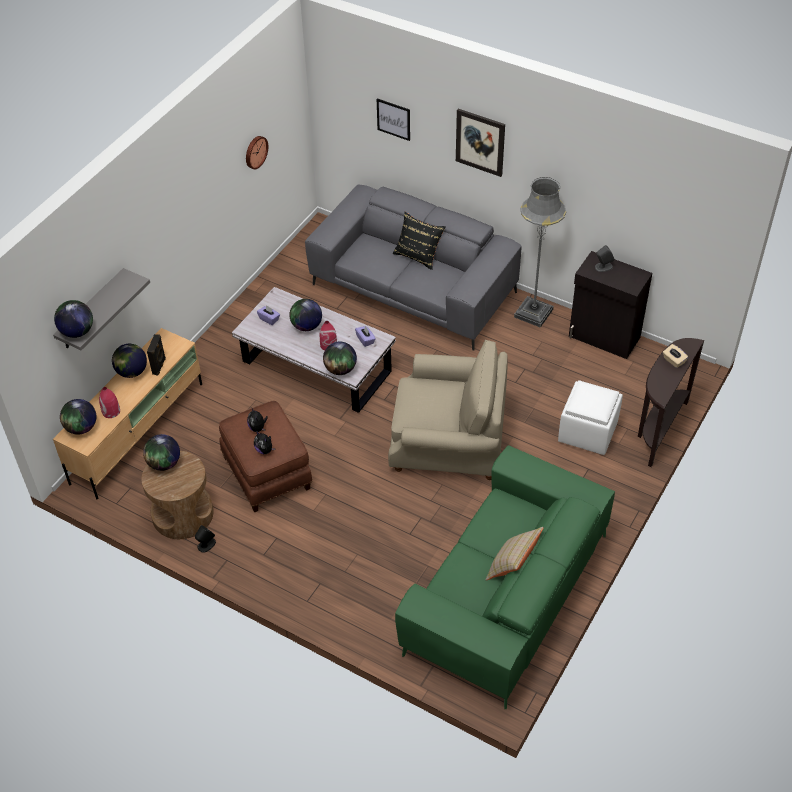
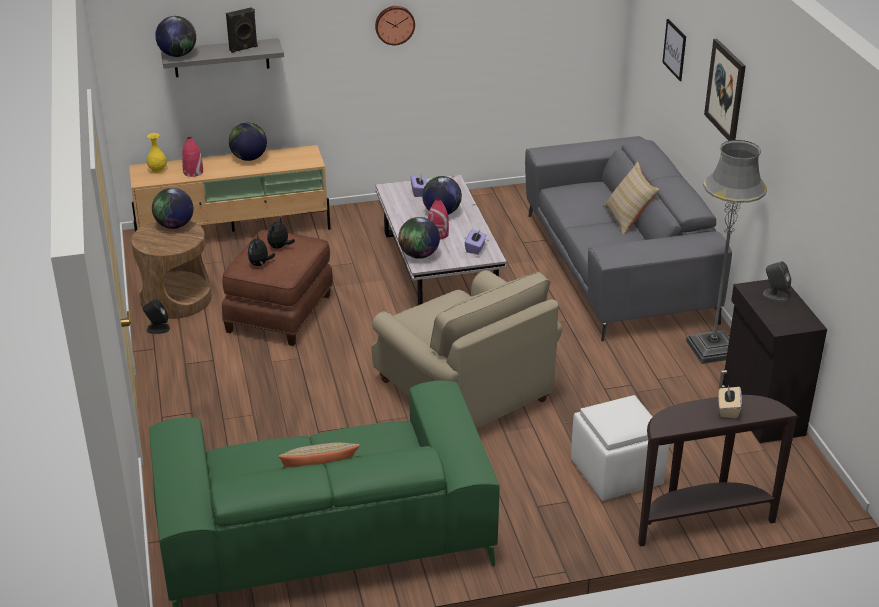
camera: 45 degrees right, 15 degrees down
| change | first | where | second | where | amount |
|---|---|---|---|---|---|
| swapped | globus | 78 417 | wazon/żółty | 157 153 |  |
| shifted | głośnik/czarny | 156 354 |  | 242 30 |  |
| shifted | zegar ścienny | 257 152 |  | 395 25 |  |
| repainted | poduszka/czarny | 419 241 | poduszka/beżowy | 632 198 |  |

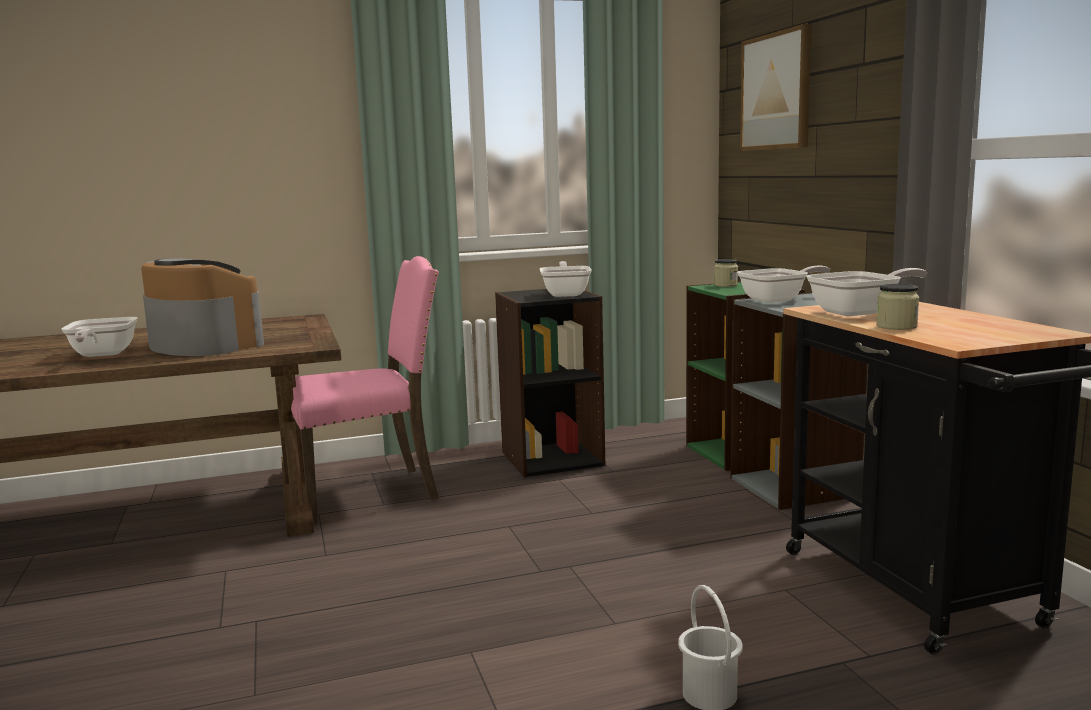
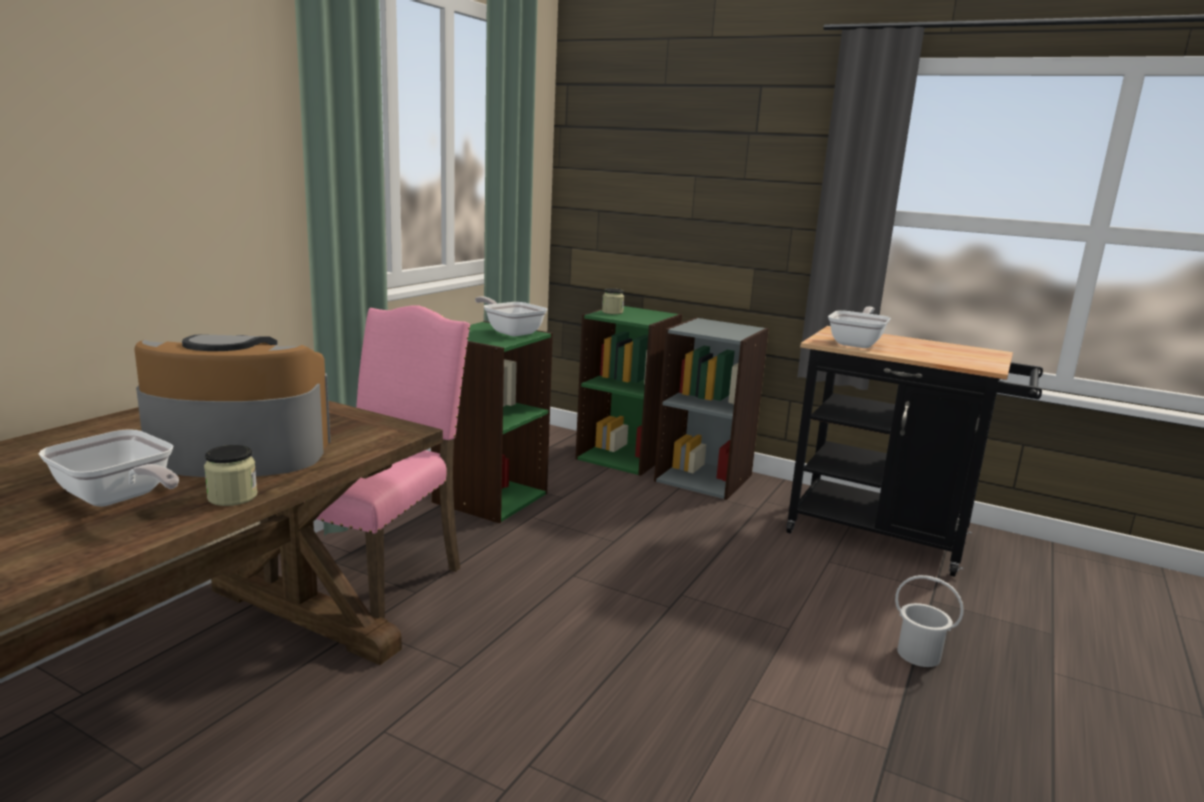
camera: 45 degrees left, 5 degrees up
| change | first | where | second | where | amount |
|---|---|---|---|---|---|
| shifted | słoik | 897 307 |  | 231 475 |  |
| repainted | regał/czarny | 550 383 | regał/zielony | 492 422 |  |
| gone | patelnia | 783 284 |  |  |  |
| gone | obraz | 775 87 |  |  |  |

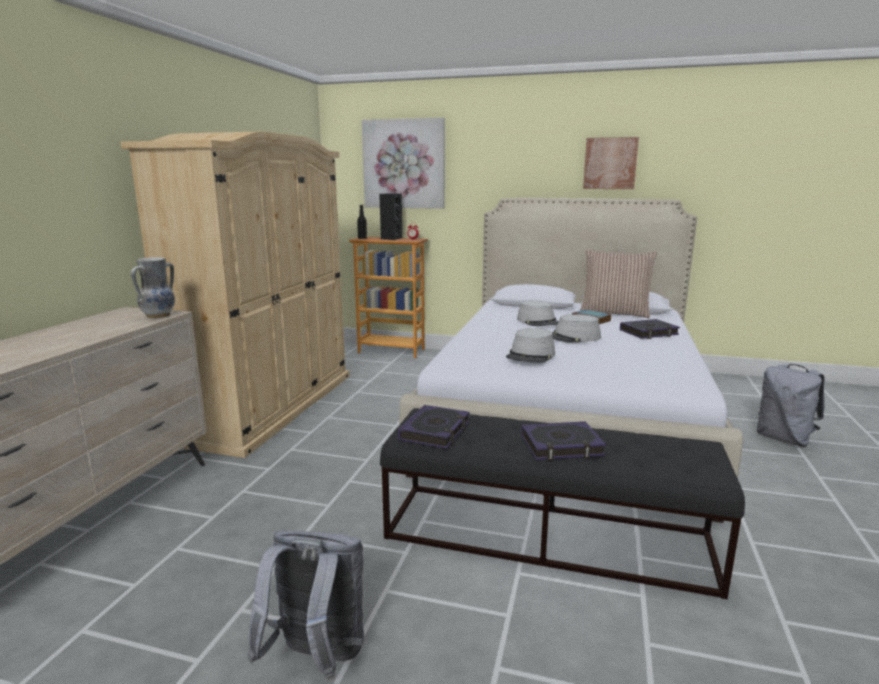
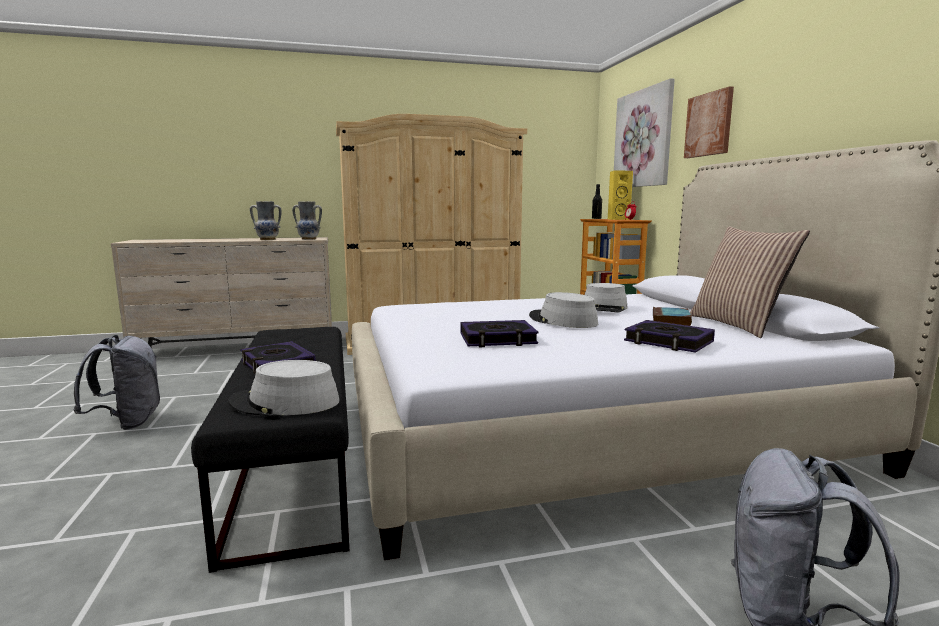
camera: 60 degrees right, 5 degrees down
| change | first | where | second | where | amount |
|---|---|---|---|---|---|
| shifted | kapelusz/szary | 530 345 |  | 284 387 |  |
| new |  |  | wazon | 266 220 |  |
| shifted | książka | 434 427 |  | 499 333 |  |
| repainted | głośnik/czarny | 390 217 | głośnik/żółty | 620 195 |  |
| shifted | obraz | 611 163 |  | 709 122 |  |

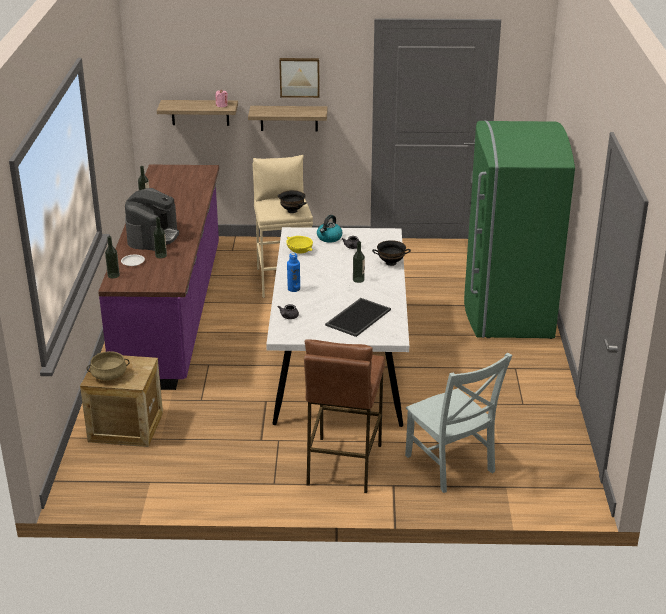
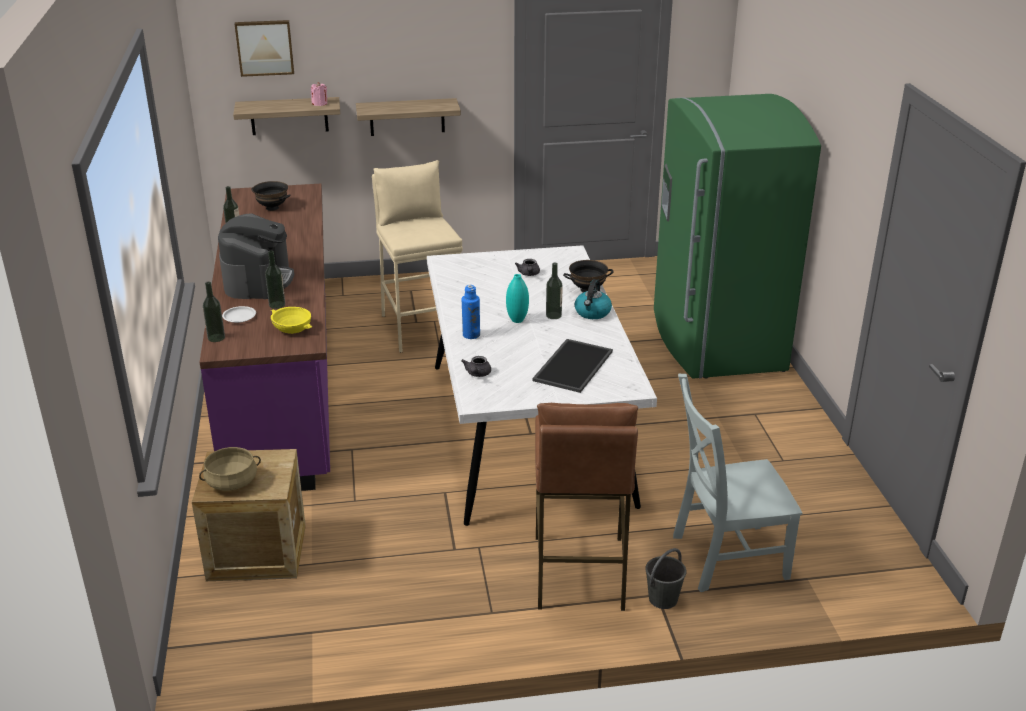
camera: 10 degrees left, 0 degrees up
| change | first | where | second | where | amount |
|---|---|---|---|---|---|
| shifted | obraz | 299 78 |  | 264 48 |  |
| shifted | miska/czarny | 292 201 |  | 271 196 |  |
| shifted | miska/żółty | 299 245 |  | 291 320 |  |
| new |  |  | wazon/turkusowy | 517 298 |  |
| shifted | czajnik | 330 229 |  | 593 299 |  |
| new |  |  | wiadro/szary | 665 578 |  |
| rotated | krzesło/szary | 458 423 |  | 737 483 | 120 degrees clockwise |

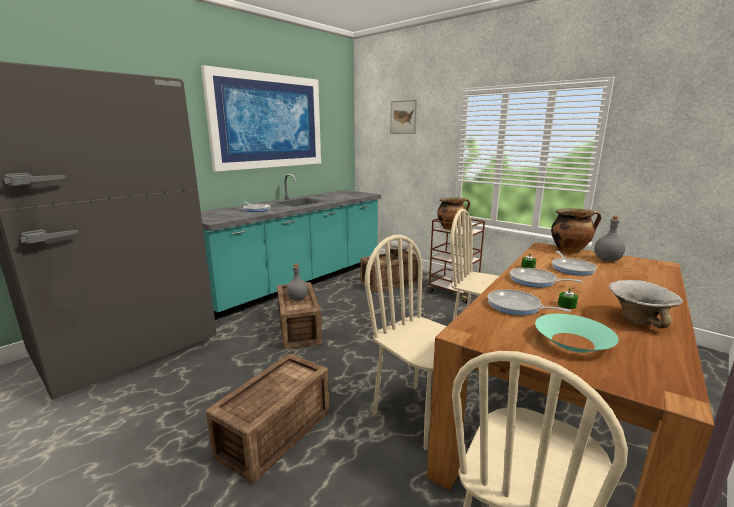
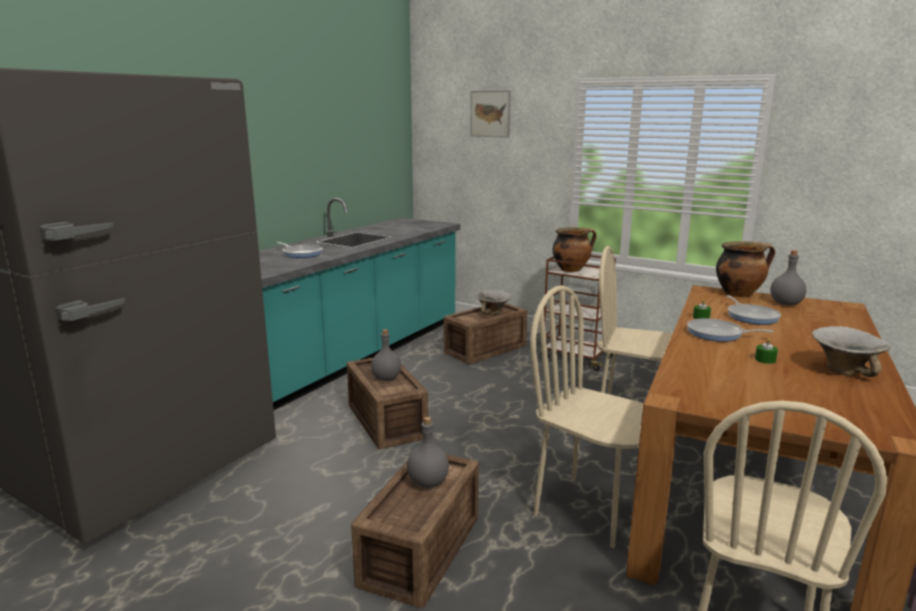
camera: 10 degrees left, 0 degrees up
| change | first | where | second | where | amount |
|---|---|---|---|---|---|
| new |  |  | butelka/szary | 428 452 |  |
| gone | obraz | 261 118 |  |  |  |
| gone | patelnia | 529 302 |  |  |  |
| gone | miska/turkusowy | 577 333 |  |  |  |

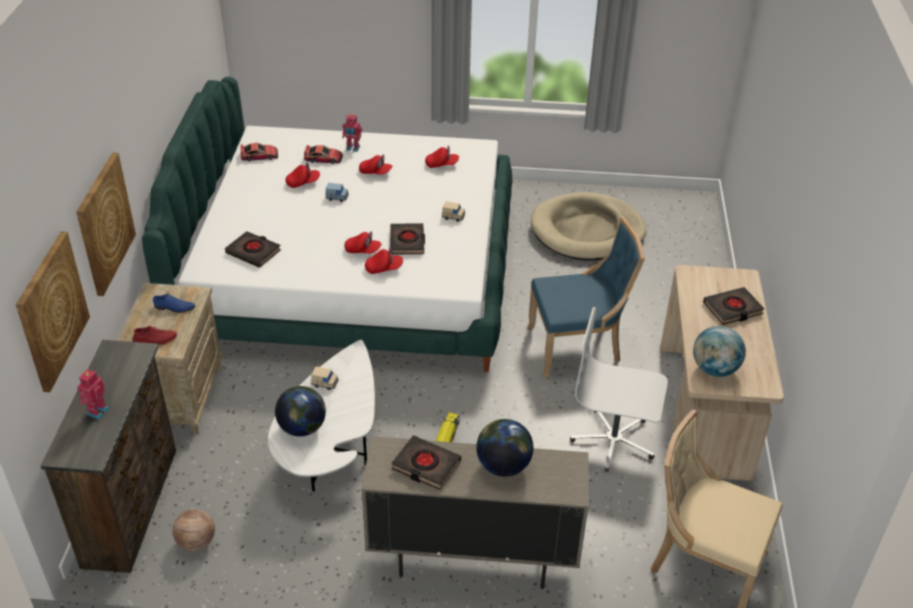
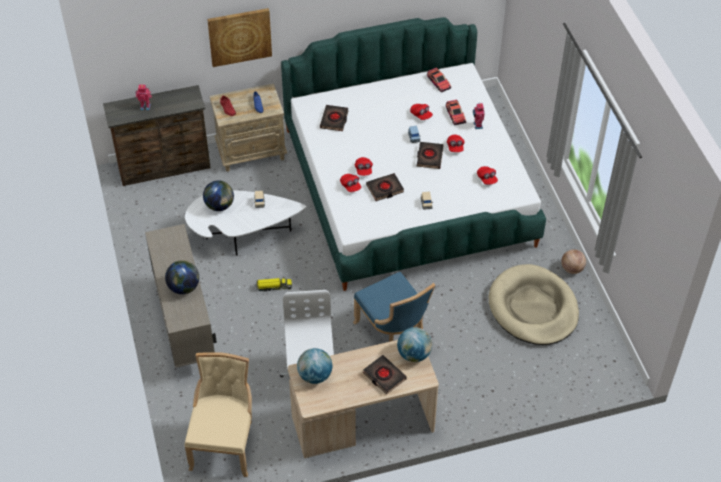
camera: 70 degrees right, 10 degrees up
| change | first | where | second | where | amount |
|---|---|---|---|---|---|
| new |  |  | globus | 414 344 |  |
| shifted | książka/czarny | 426 462 |  | 430 155 |  |
| shifted | piłka do koszykówki | 193 530 |  | 573 261 |  |
| gone | obraz | 53 311 |  |  |  |

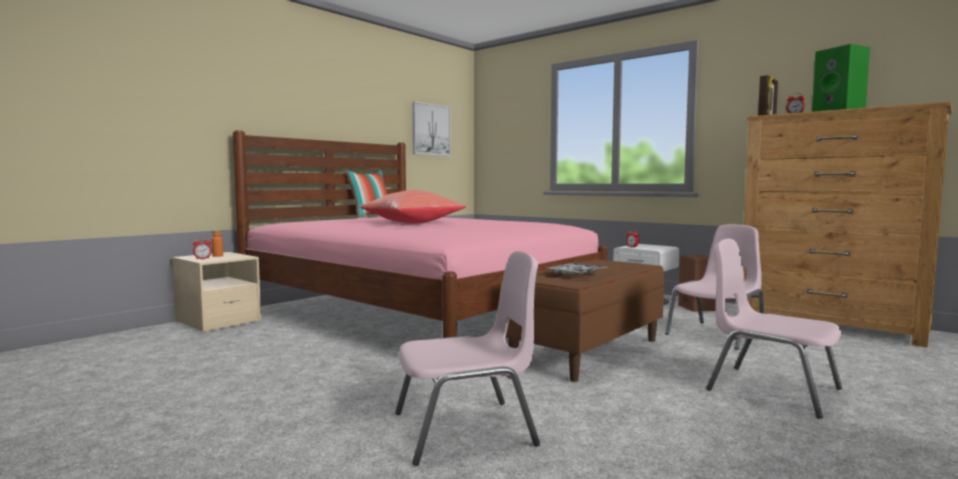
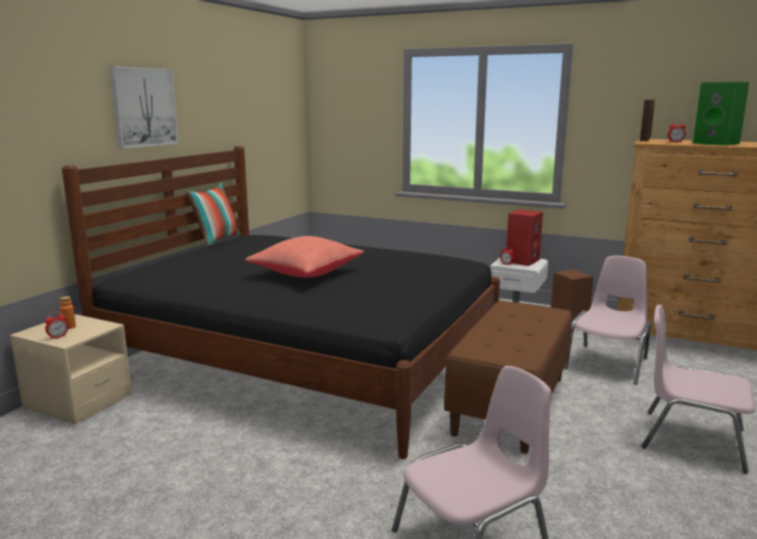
camera: 15 degrees left, 10 degrees up
| change | first | where | second | where | amount |
|---|---|---|---|---|---|
| repainted | łóżko/różowy | 420 234 | łóżko/czarny | 281 302 |  |
| shifted | obraz | 431 129 |  | 144 107 |  |
| new |  |  | głośnik/czerwony | 524 237 |  |
| gone | taca | 578 269 |  |  |  |

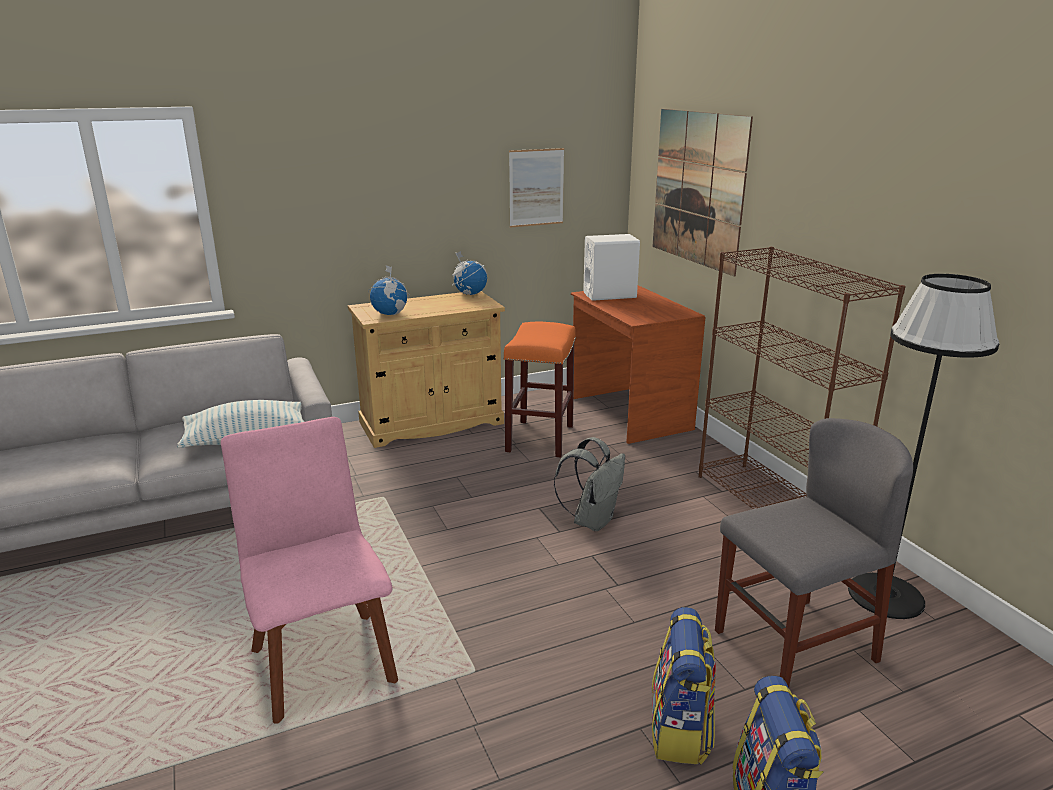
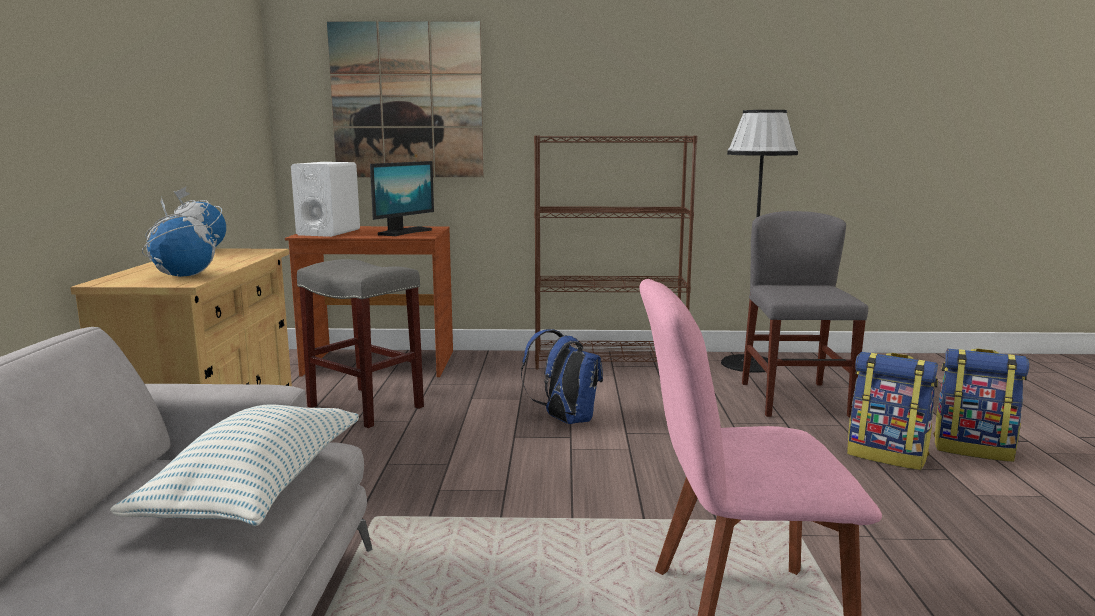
camera: 65 degrees left, 10 degrees down
| change | first | where | second | where | amount |
|---|---|---|---|---|---|
| repainted | stołek/pomarańczowy | 539 390 | stołek/szary | 360 343 |  |
| new |  |  | monitor | 402 198 |  |
| repainted | plecak/szary | 589 484 | plecak/niebieski | 562 376 |  |
| gone | obraz | 536 188 |  |  |  |

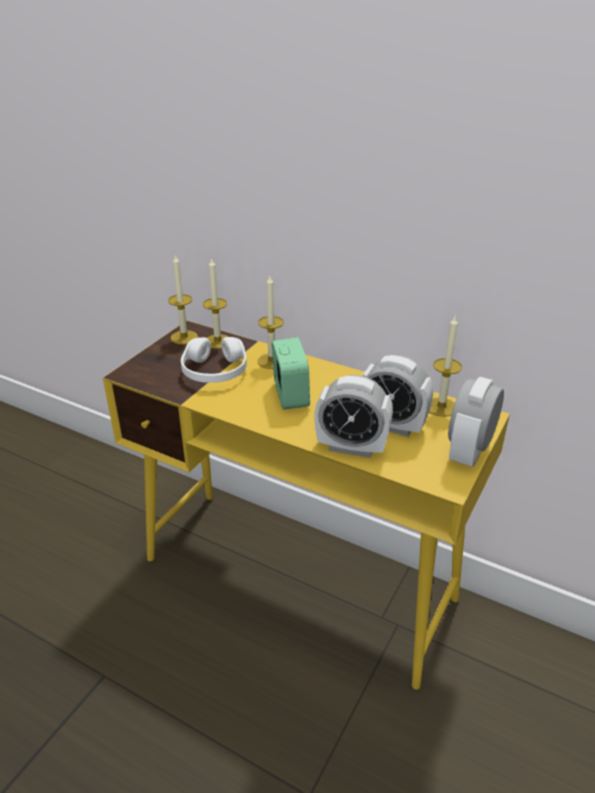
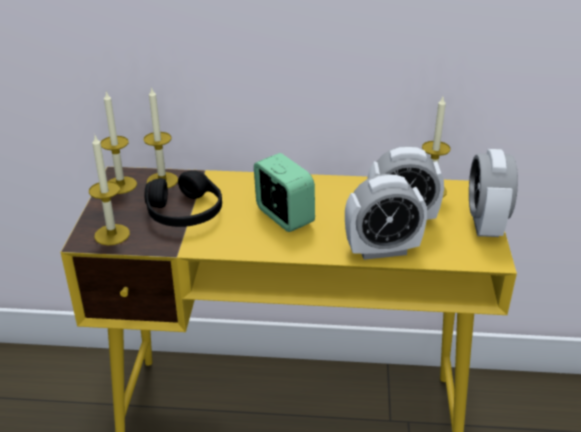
camera: 25 degrees left, 0 degrees up
| change | first | where | second | where | amount |
|---|---|---|---|---|---|
| shifted | świeca | 271 321 |  | 109 190 |  |
| repainted | słuchawki/biały | 214 360 | słuchawki/czarny | 183 199 |  |

